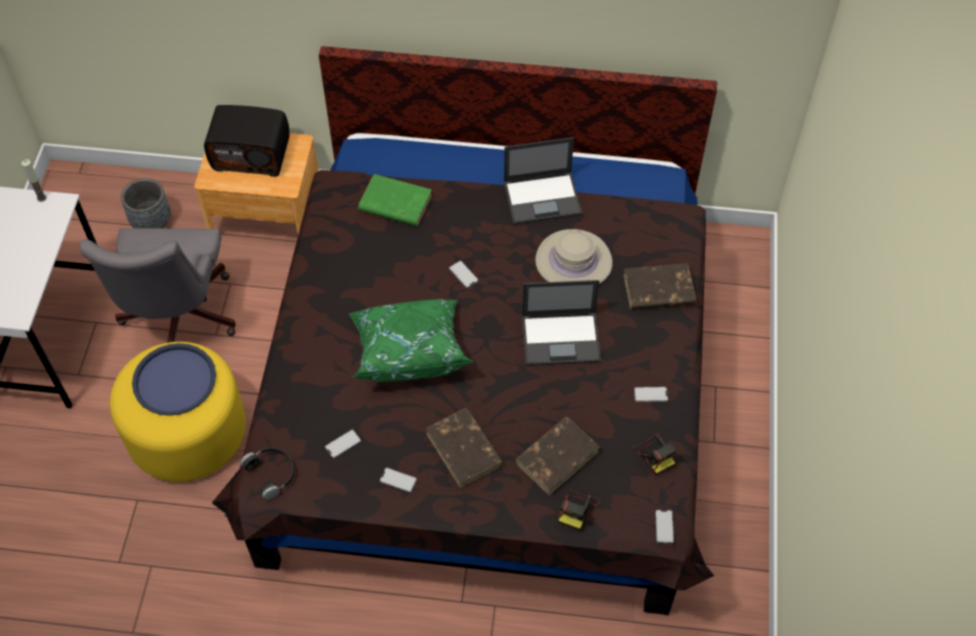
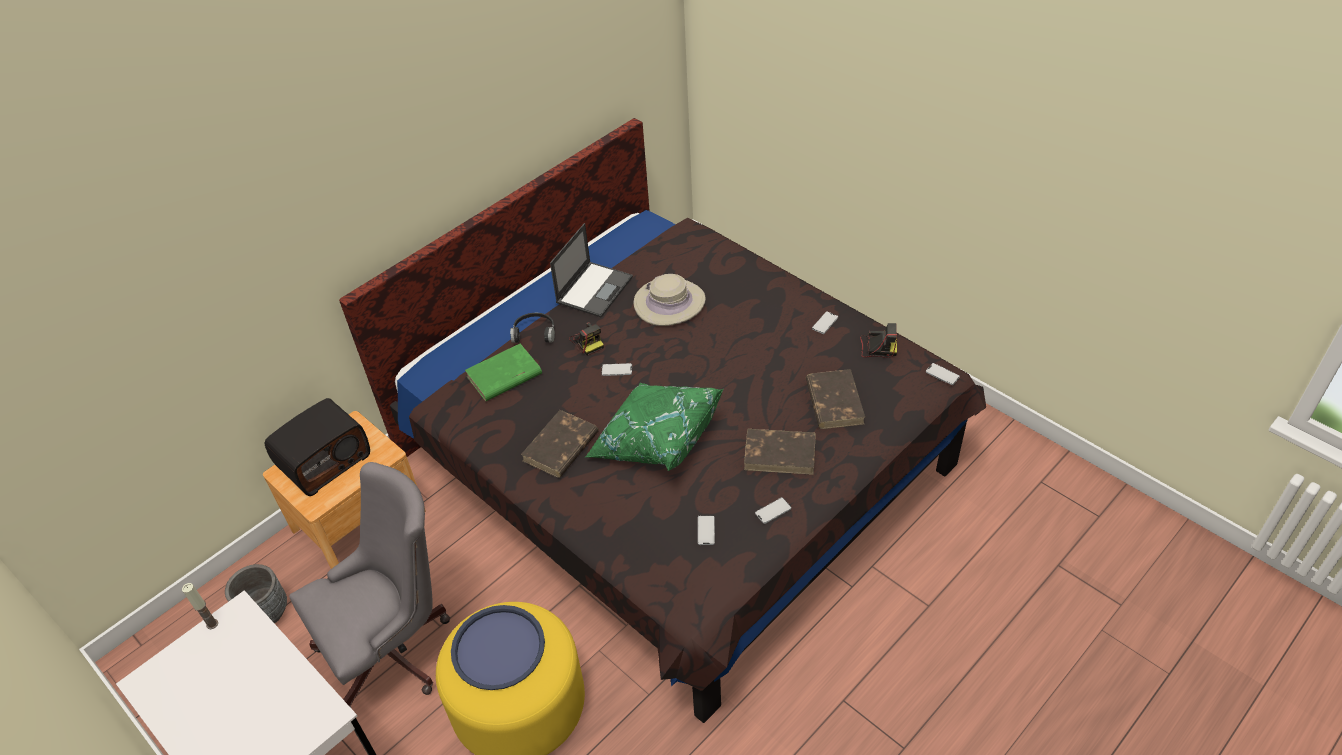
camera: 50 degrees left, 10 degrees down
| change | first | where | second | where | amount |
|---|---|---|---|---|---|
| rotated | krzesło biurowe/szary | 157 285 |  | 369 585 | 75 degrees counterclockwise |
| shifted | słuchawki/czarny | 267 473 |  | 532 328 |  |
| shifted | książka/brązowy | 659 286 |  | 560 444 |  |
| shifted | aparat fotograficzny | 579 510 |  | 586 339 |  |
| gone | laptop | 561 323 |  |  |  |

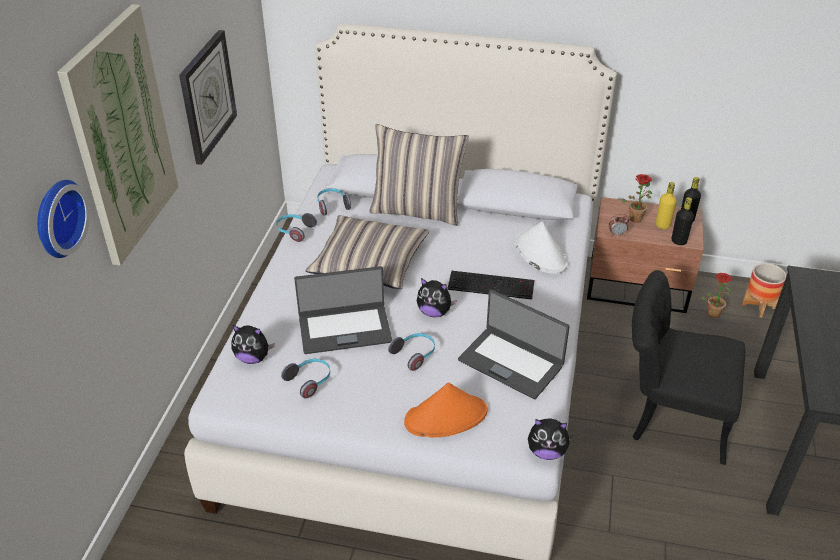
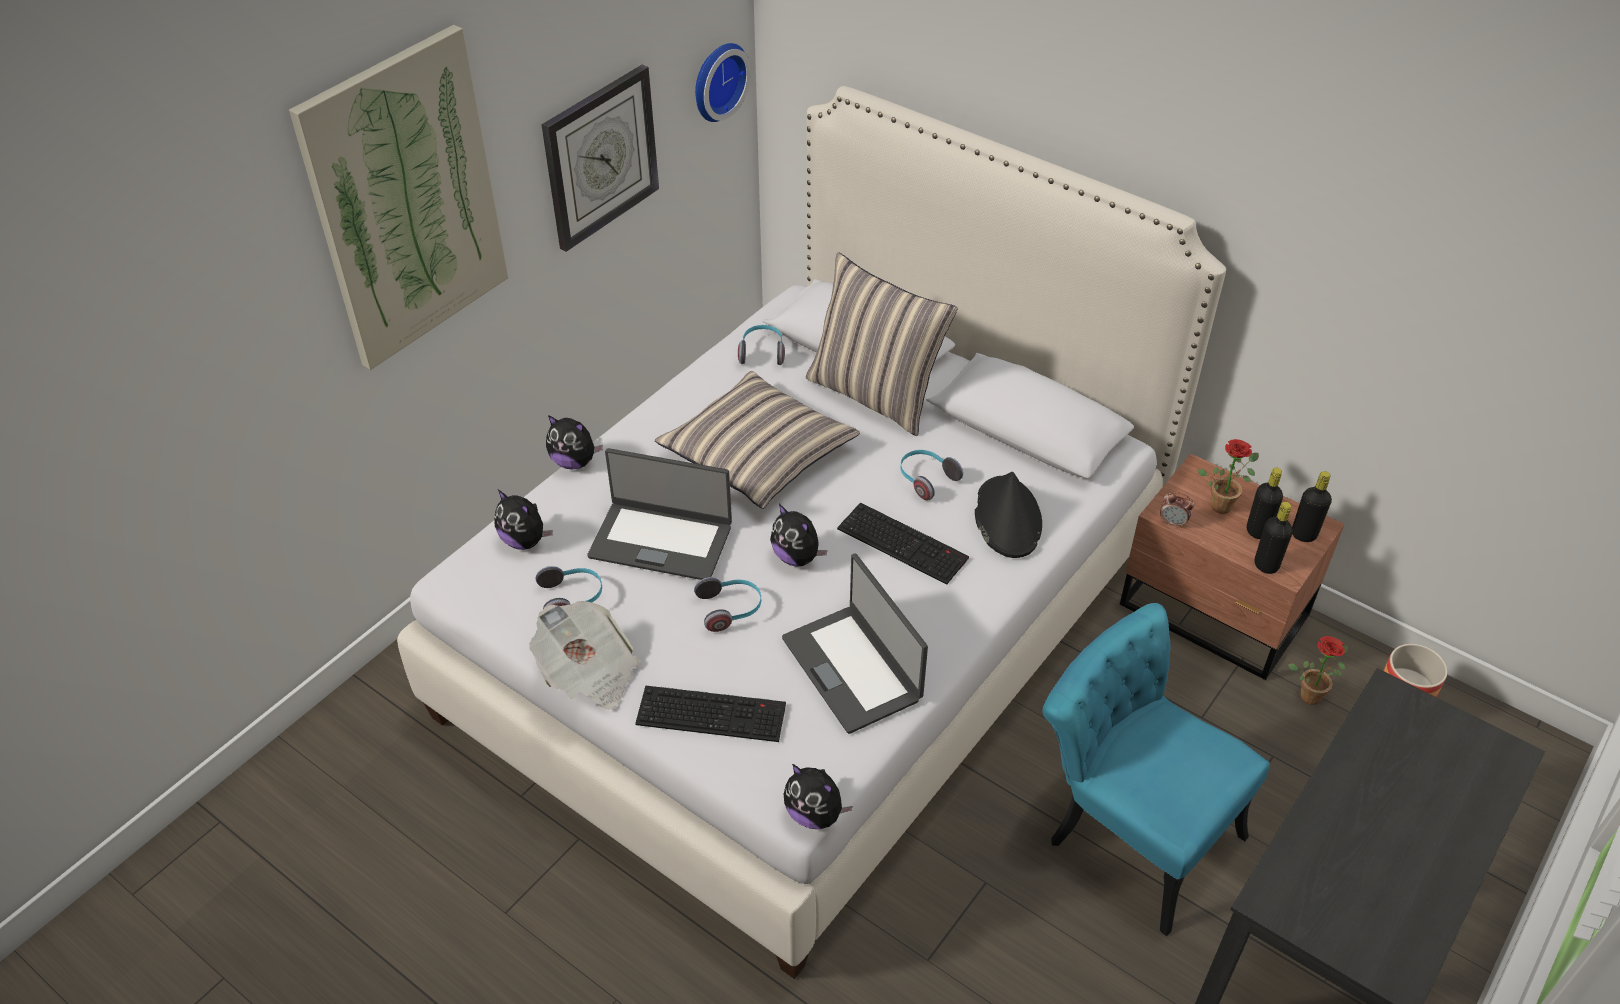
camera: 25 degrees right, 5 degrees up
| change | first | where | second | where | amount |
|---|---|---|---|---|---|
| new |  |  | gazeta | 584 655 |  |
| new |  |  | pluszak | 574 442 |  |
| swapped | kapelusz/pomarańczowy | 446 410 | klawiatura | 710 714 |  |
| shifted | zegar ścienny | 63 219 |  | 723 82 |  |
| shifted | słuchawki | 296 227 |  | 931 475 |  |
| repainted | kapelusz/biały | 541 247 | kapelusz/czarny | 1008 515 |  |
| repainted | krzesło/czarny | 688 367 | krzesło/turkusowy | 1156 769 |  |
| repainted | butelka/żółty | 666 206 | butelka/czarny | 1265 503 |  |

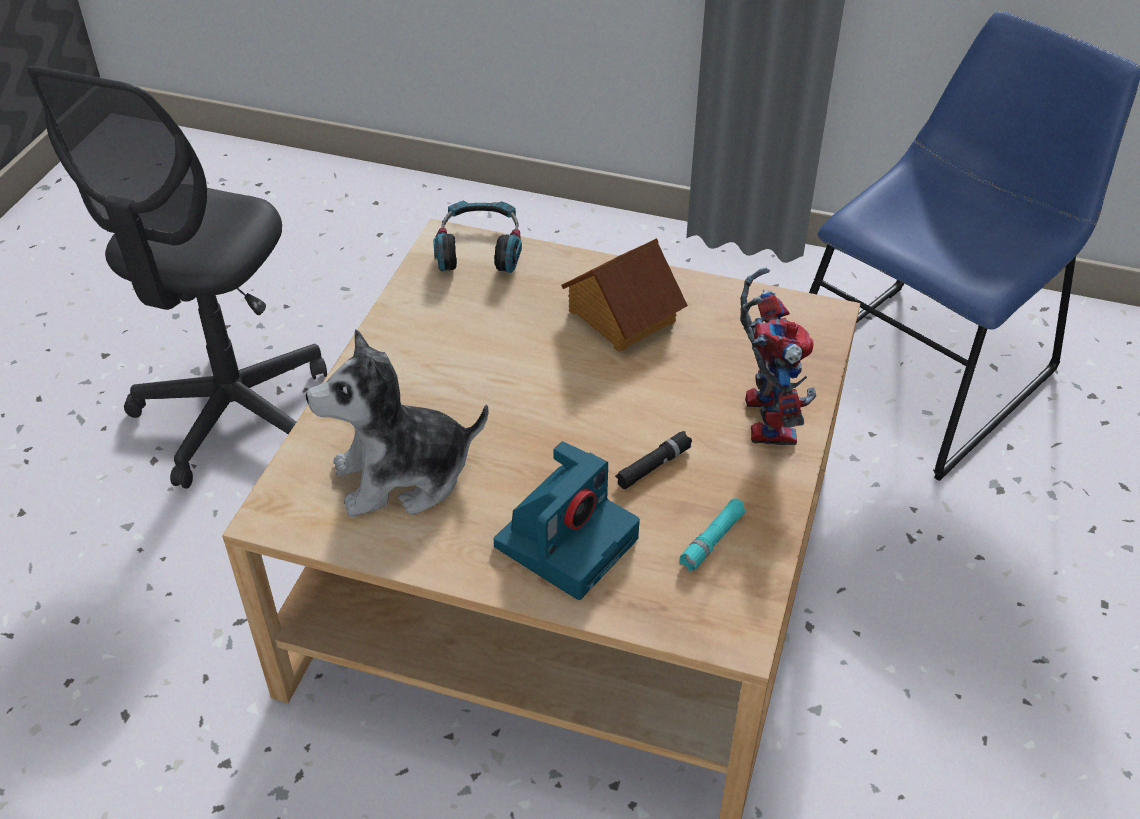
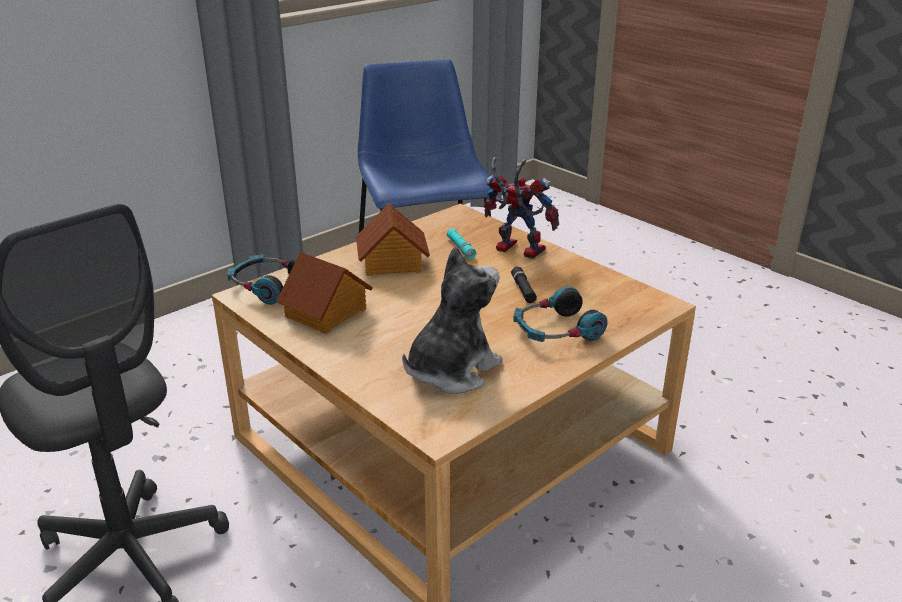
camera: 60 degrees left, 15 degrees down
| change | first | where | second | where | amount |
|---|---|---|---|---|---|
| new |  |  | domek | 324 293 |  |
| rotated | pluszak | 397 423 |  | 452 320 | 150 degrees counterclockwise |
| shifted | latarka/turkusowy | 712 534 |  | 461 243 |  |
| swapped | aparat fotograficzny | 567 520 | słuchawki | 560 314 |  |

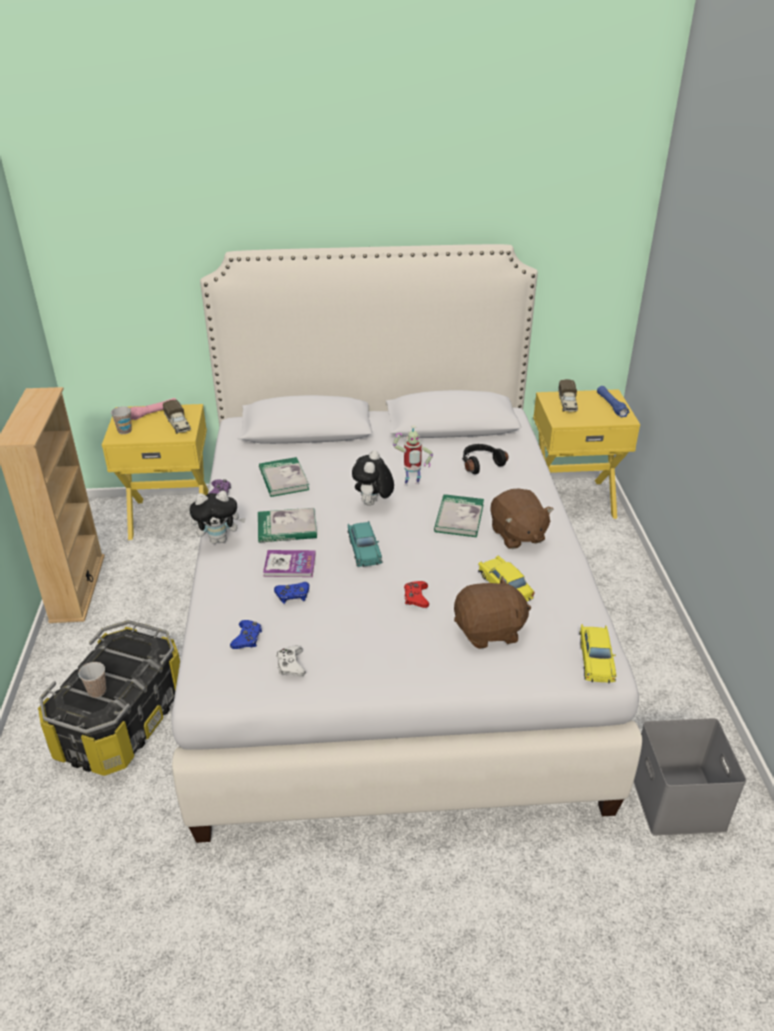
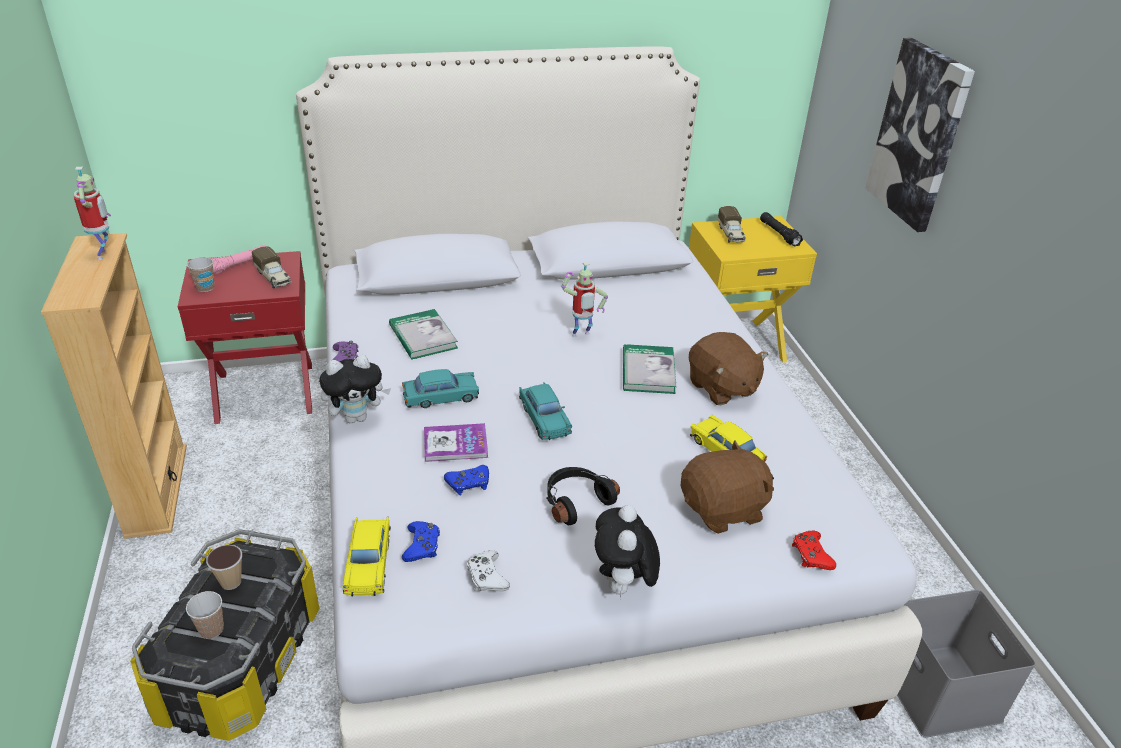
camera: 10 degrees left, 0 degrees up
| change | first | where | second | where | amount |
|---|---|---|---|---|---|
| new |  |  | robot zabawkowy | 92 213 |  |
| repainted | szafka nocna/żółty | 155 472 | szafka nocna/czerwony | 245 337 |  |
| new |  |  | filiżanka | 224 567 |  |
| shifted | samochodzik/żółty | 597 653 |  | 366 556 |  |
| swapped | książka | 287 525 | samochodzik/turkusowy | 440 388 |  |
| shifted | słuchawki/czarny | 485 459 |  | 583 496 |  |
| shifted | pluszak | 373 478 |  | 627 552 |  |
| repainted | latarka/niebieski | 613 402 | latarka/czarny | 781 229 |  |
| shifted | pad do gier/czerwony | 416 594 |  | 814 550 |  |
| new |  |  | obraz | 920 135 |  |

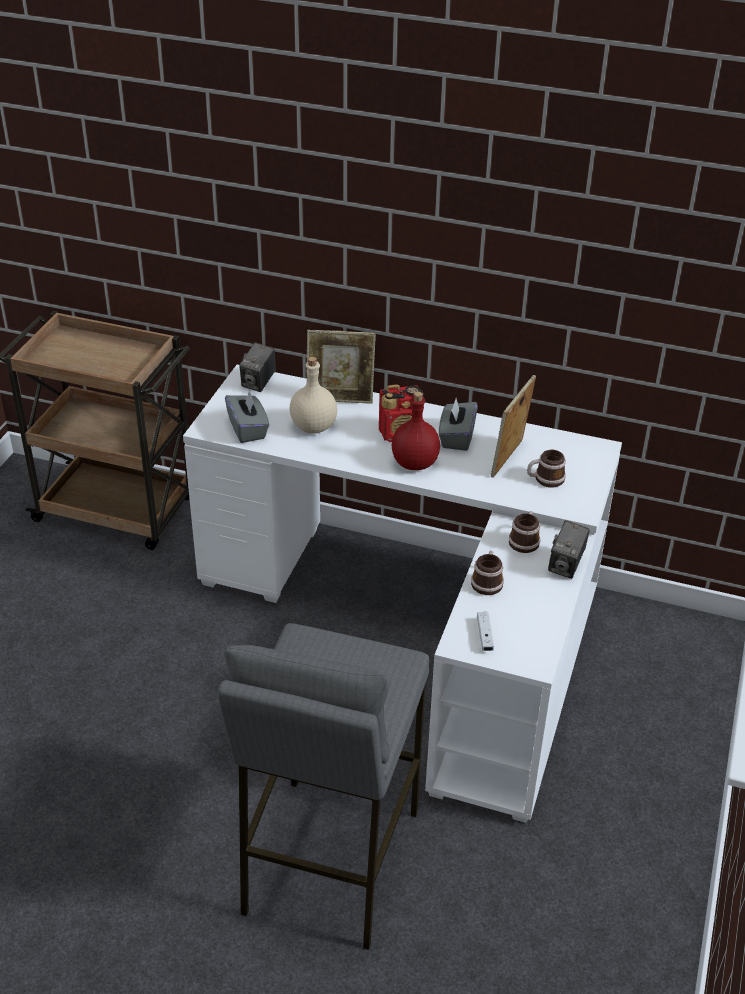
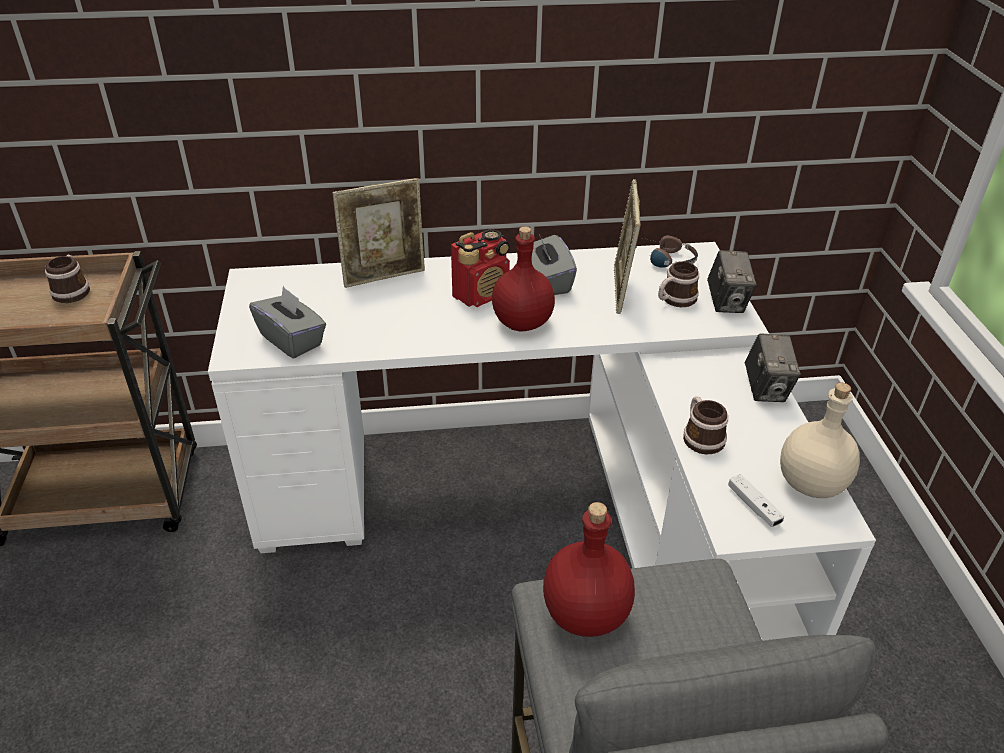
camera: 25 degrees left, 0 degrees up
| change | first | where | second | where | amount |
|---|---|---|---|---|---|
| shifted | kubek | 524 532 |  | 67 279 |  |
| new |  |  | butelka/czerwony | 589 569 |  |
| new |  |  | słuchawki | 670 252 |  |
| shifted | aparat fotograficzny | 258 367 |  | 732 281 |  |
| shifted | butelka/beżowy | 313 395 |  | 820 440 |  |

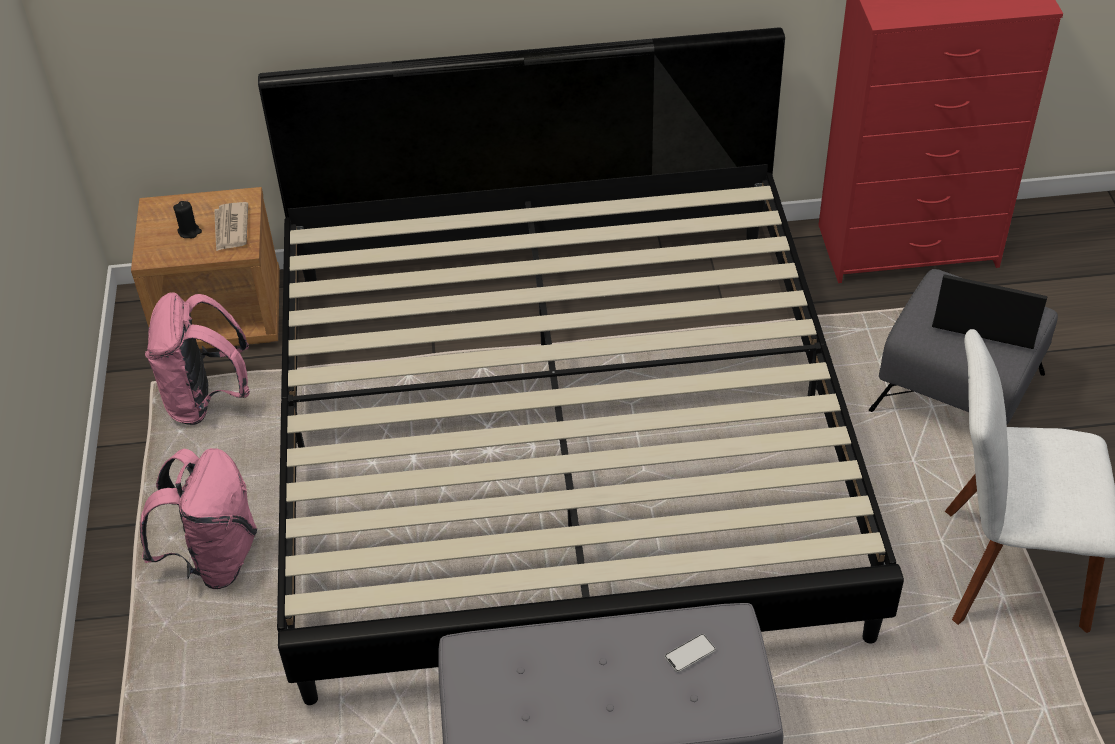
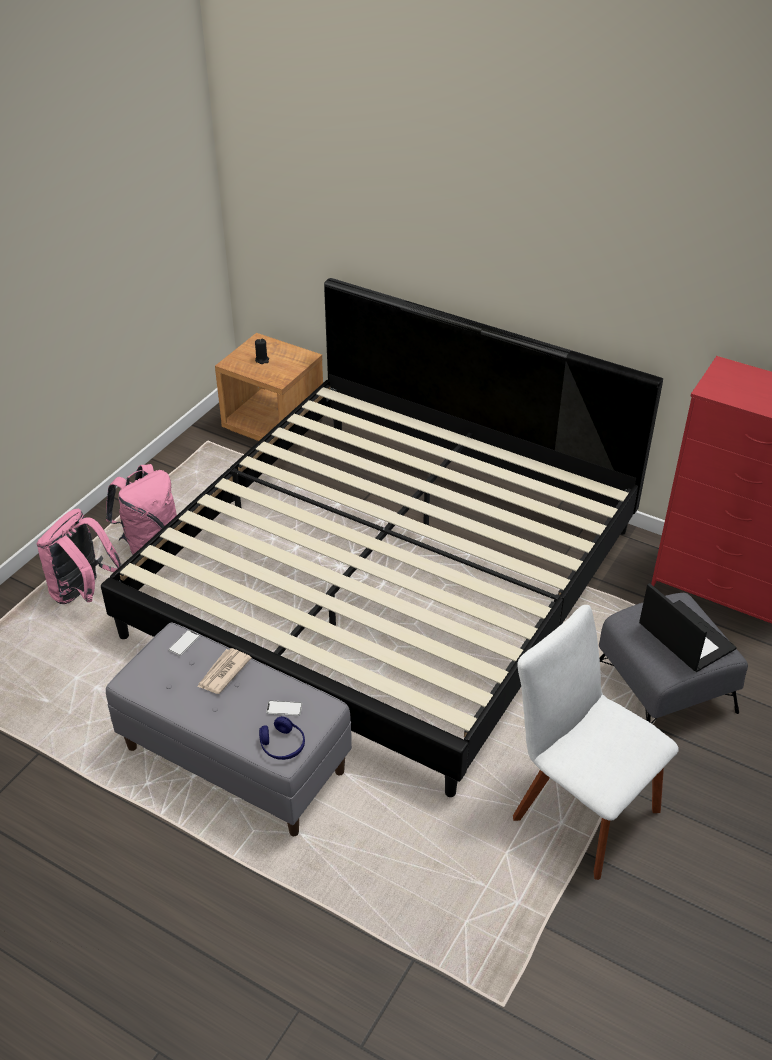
camera: 35 degrees right, 5 degrees down
| change | first | where | second | where | amount |
|---|---|---|---|---|---|
| shifted | plecak/różowy | 197 358 |  | 79 556 |  |
| new |  |  | telefon | 184 643 |  |
| shifted | gazeta | 231 227 |  | 224 671 |  |
| new |  |  | słuchawki/niebieski | 282 738 |  |

